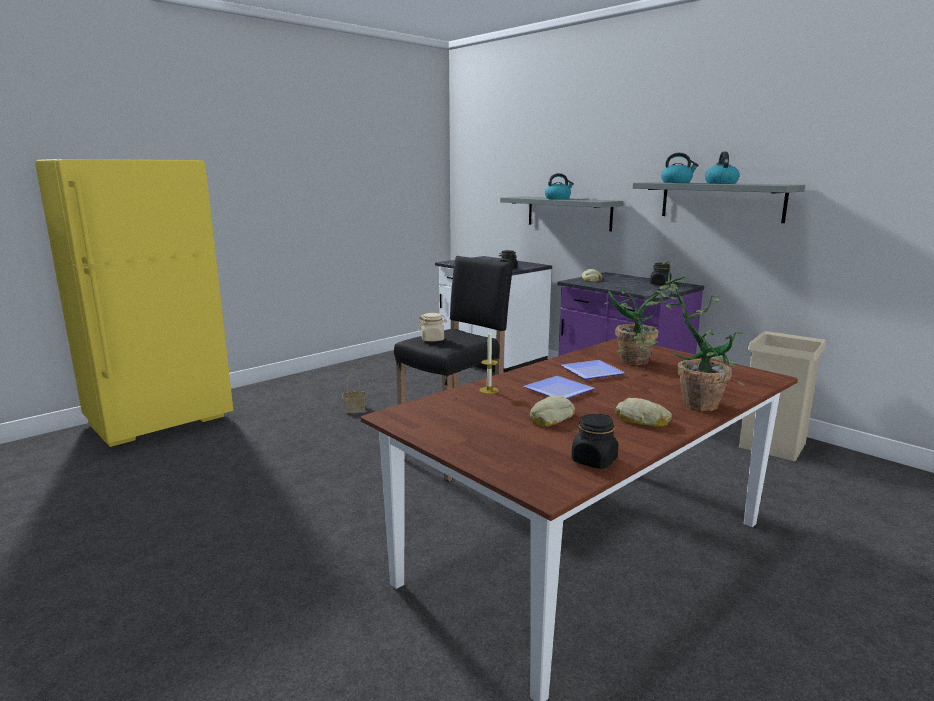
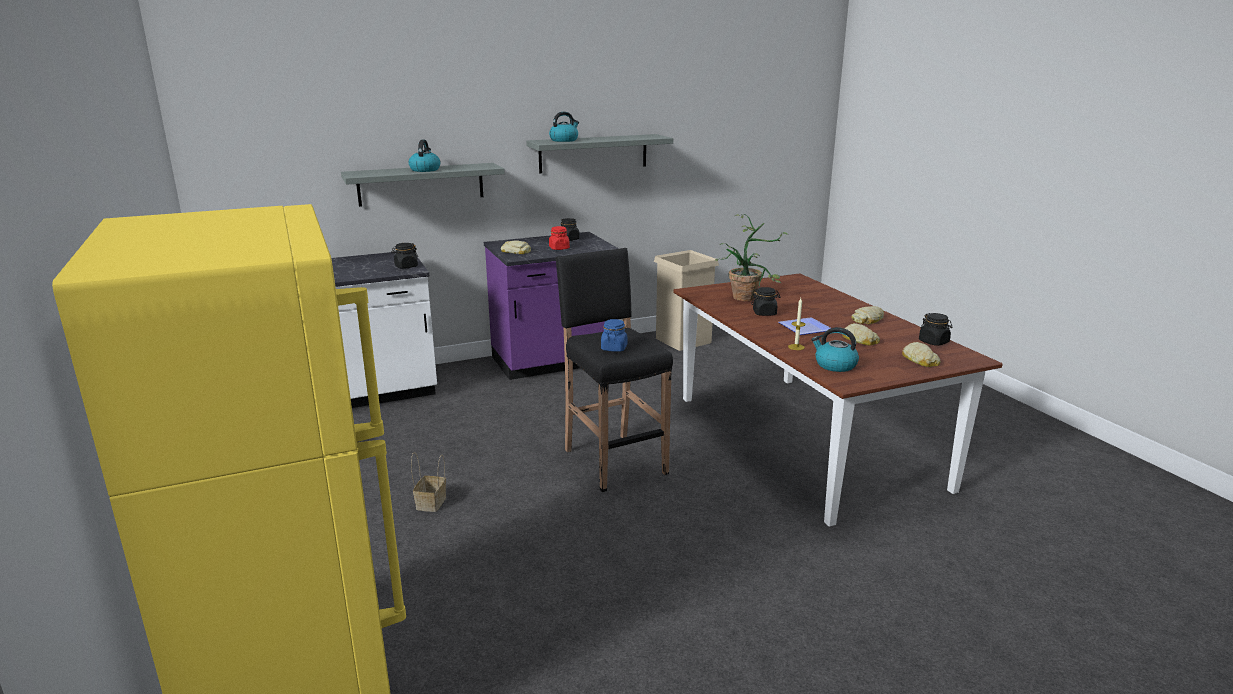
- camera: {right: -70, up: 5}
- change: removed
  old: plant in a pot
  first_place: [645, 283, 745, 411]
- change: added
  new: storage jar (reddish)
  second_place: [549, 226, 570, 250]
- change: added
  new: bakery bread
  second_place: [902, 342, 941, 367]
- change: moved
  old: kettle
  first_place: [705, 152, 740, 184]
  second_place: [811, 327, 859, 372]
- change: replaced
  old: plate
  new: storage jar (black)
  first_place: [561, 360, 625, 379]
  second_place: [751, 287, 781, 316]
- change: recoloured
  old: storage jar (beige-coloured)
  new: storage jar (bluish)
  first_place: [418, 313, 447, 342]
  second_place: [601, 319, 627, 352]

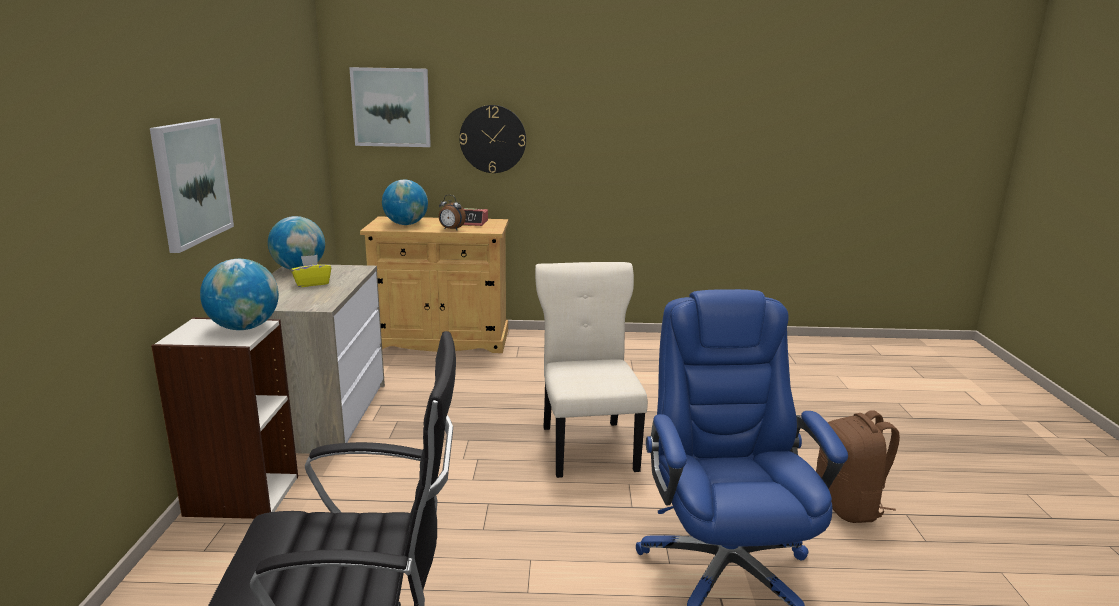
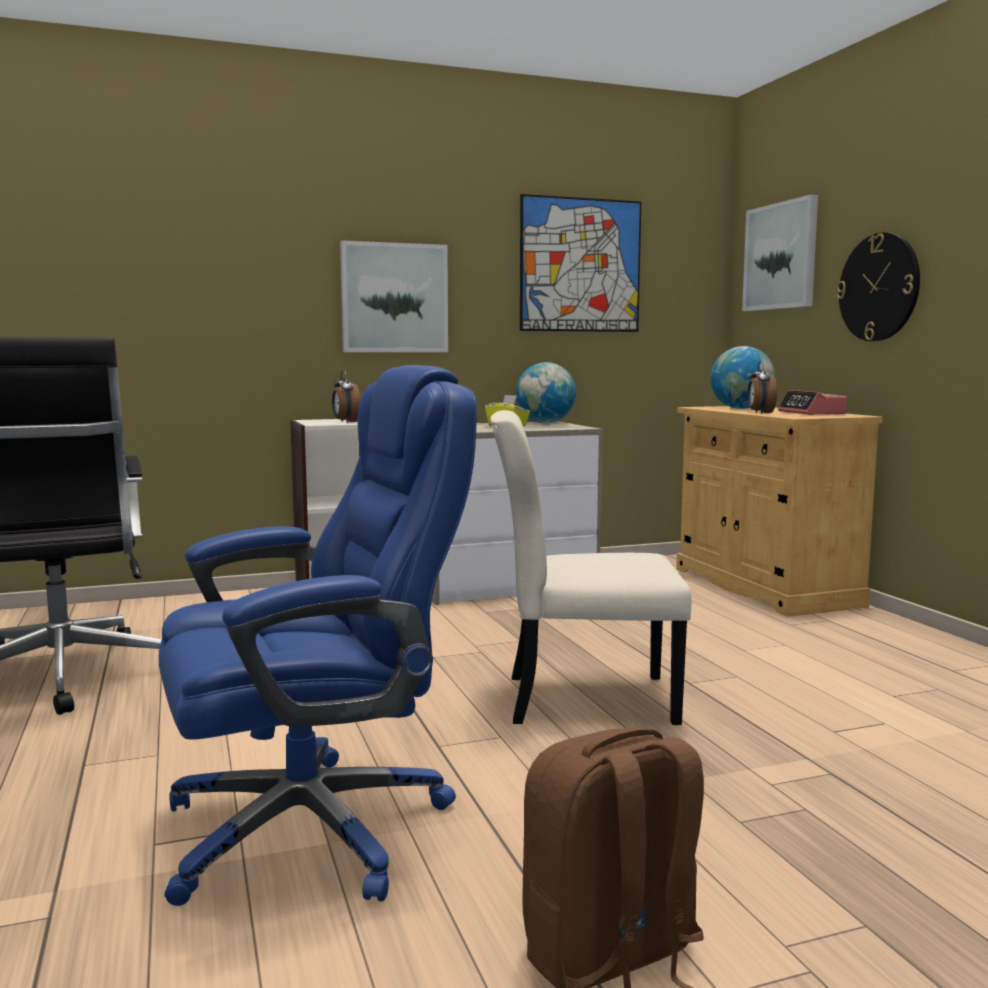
- camera: {right: 70, up: -10}
- change: added
  new: picture
  second_place: [520, 194, 641, 332]
- change: replaced
  old: desk globe
  new: table clock
  first_place: [200, 259, 279, 330]
  second_place: [332, 370, 361, 423]
- change: turned
  old: upright chair (beige-coloured)
  first_place: [535, 262, 648, 478]
  second_place: [490, 410, 691, 725]
  degrees: -150

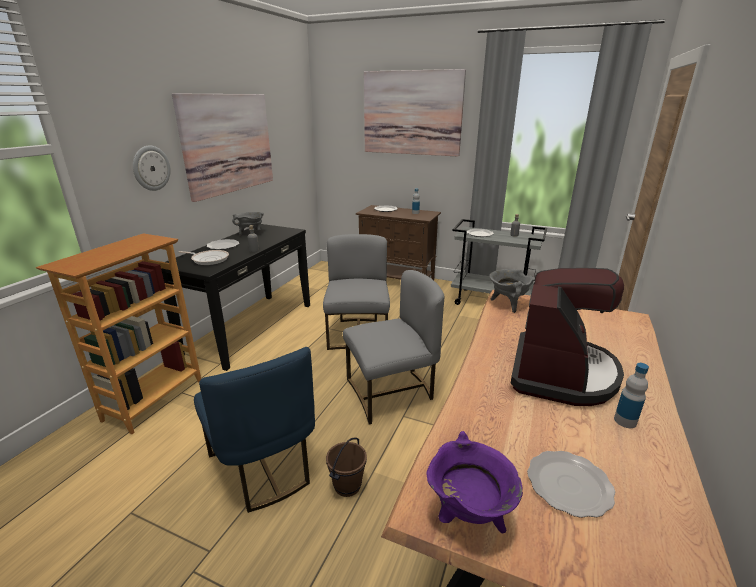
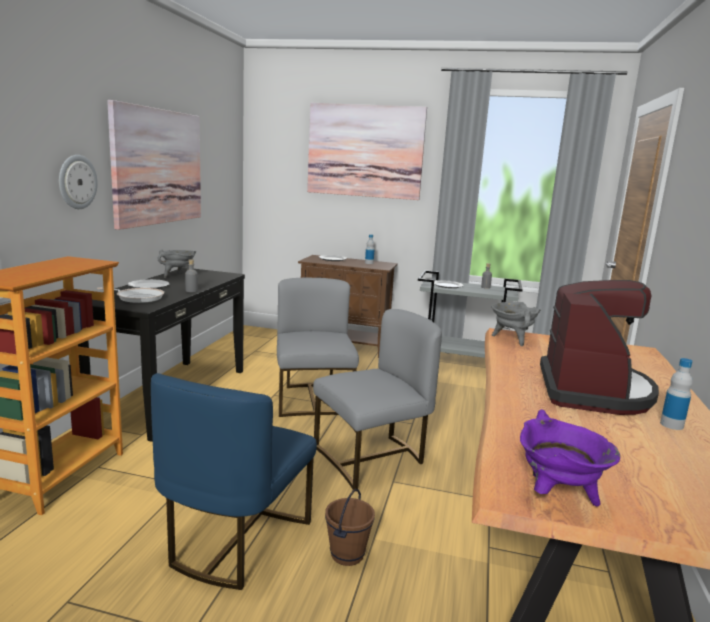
- camera: {right: -10, up: -10}
- change: removed
  old: plate
  first_place: [527, 451, 615, 518]
- change: turned
  old: upright chair (bluish)
  first_place: [194, 347, 315, 513]
  second_place: [151, 373, 317, 590]
  degrees: 60

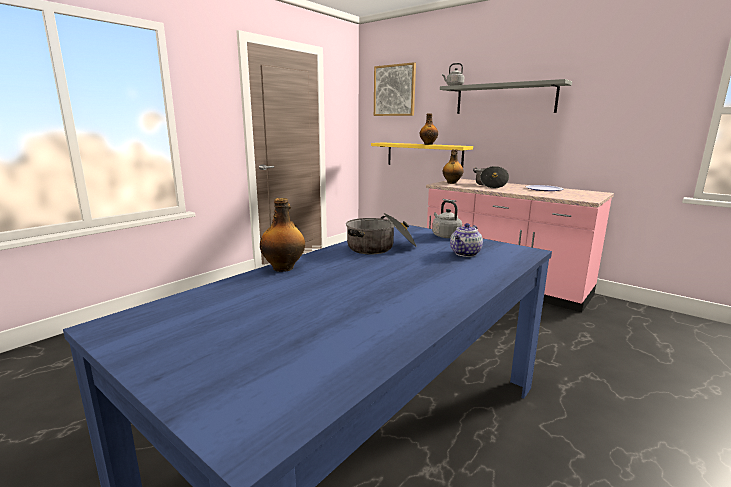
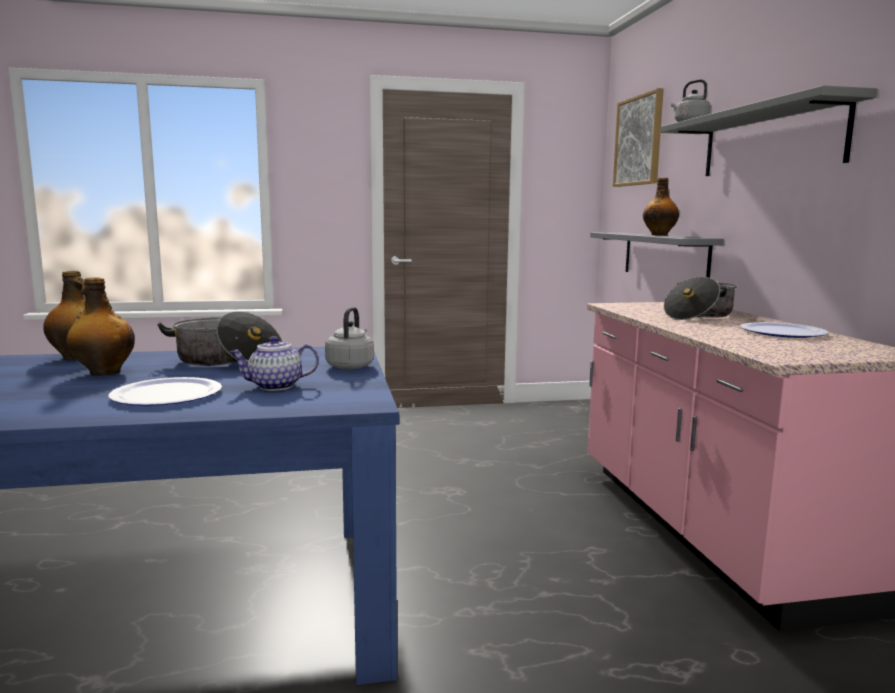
- camera: {right: 40, up: -5}
- change: added
  new: plate
  second_place: [108, 377, 222, 406]
- change: moved
  old: drink bottle
  first_place: [443, 149, 463, 184]
  second_place: [66, 277, 135, 376]
- change: recoloured
  old: shelf (yellow-coloured)
  new: shelf (grey)
  first_place: [371, 143, 473, 167]
  second_place: [590, 232, 724, 278]

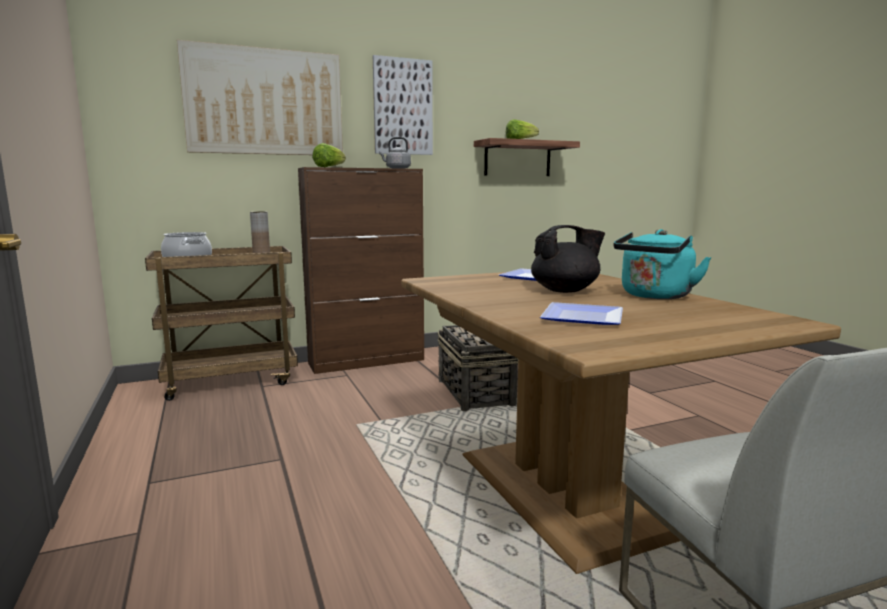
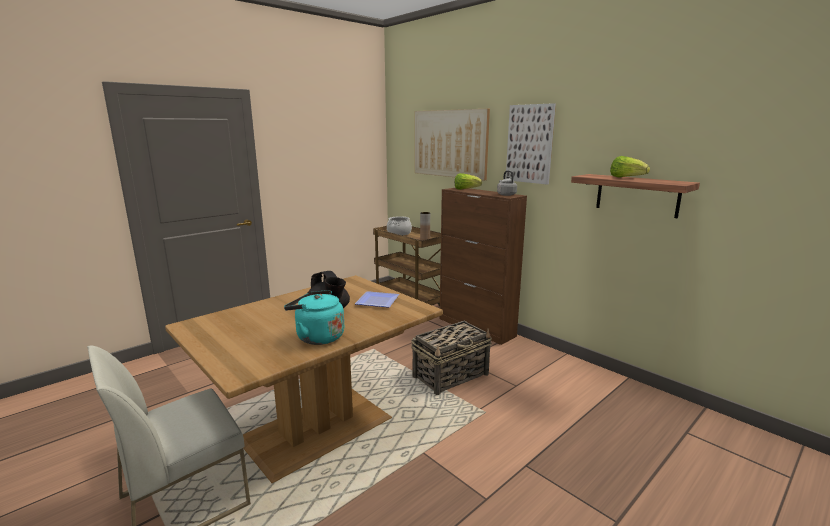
- camera: {right: 70, up: 5}
- change: removed
  old: plate
  first_place: [540, 302, 623, 325]

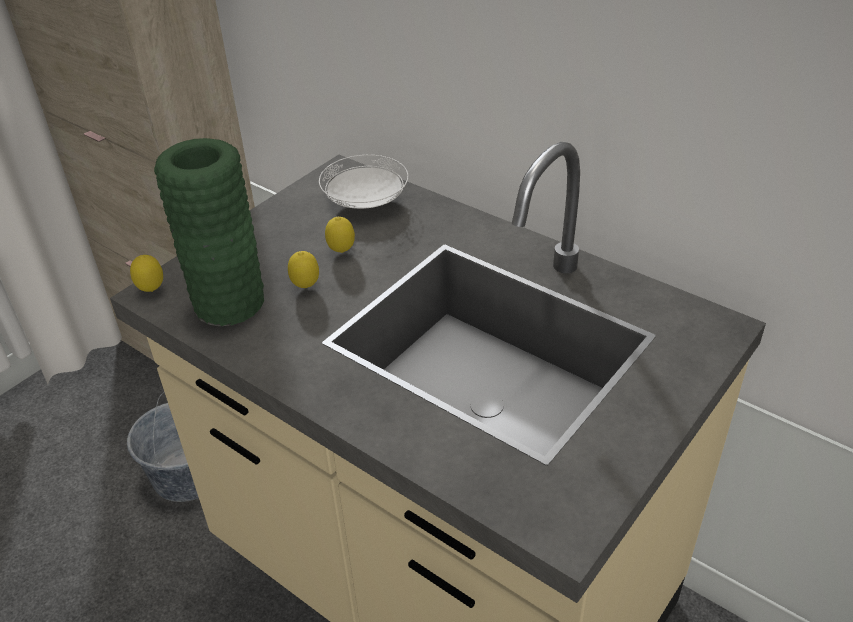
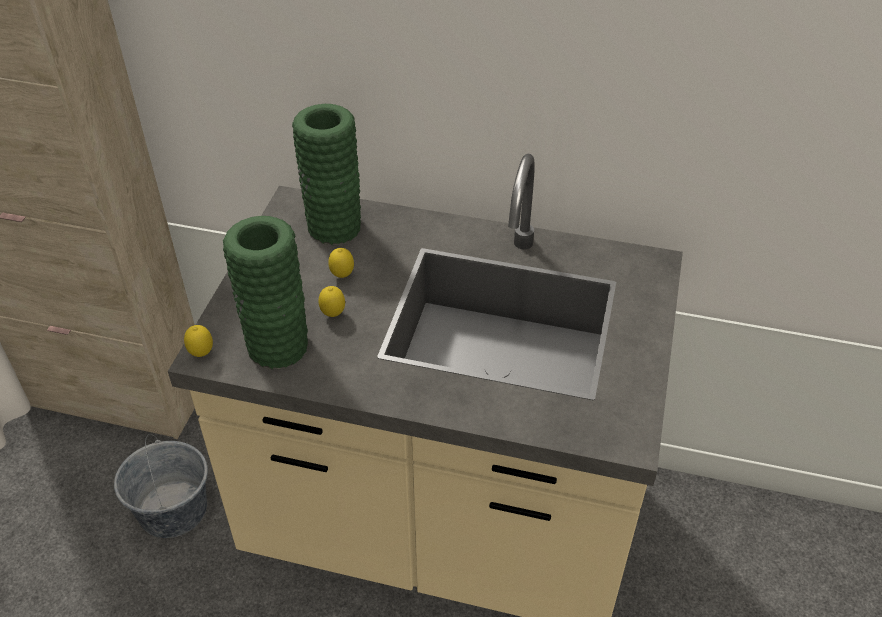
- camera: {right: -25, up: 5}
- change: replaced
  old: plate (white-coloured)
  new: decorative vase (green)
  first_place: [319, 155, 408, 209]
  second_place: [292, 104, 361, 245]

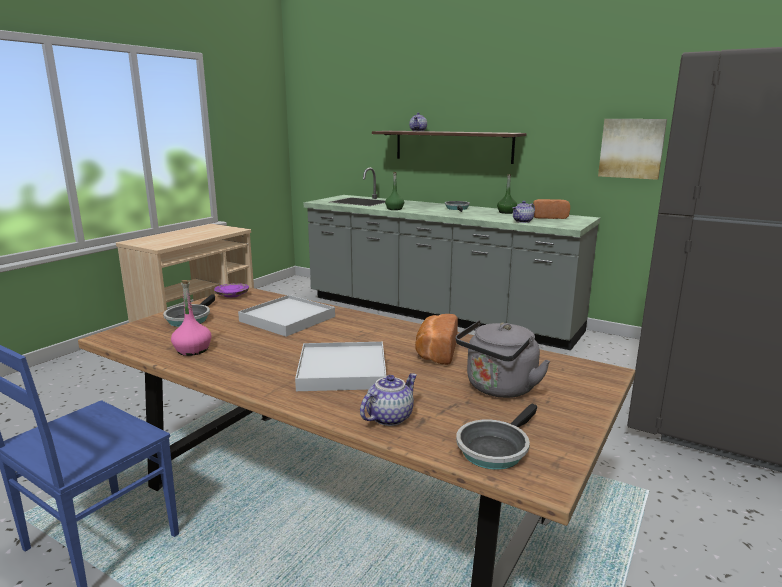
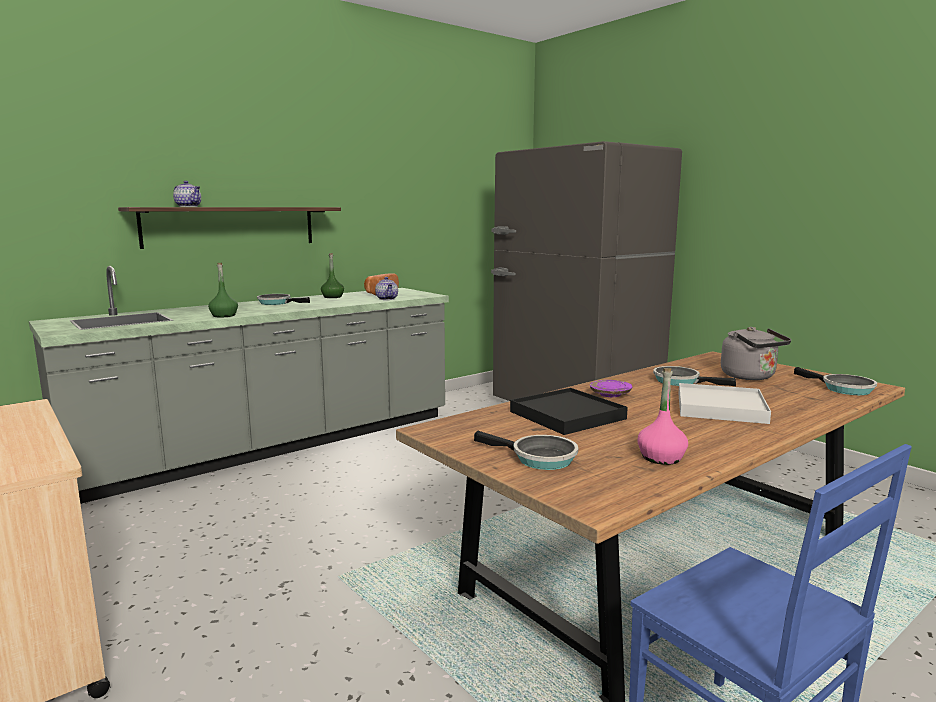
- camera: {right: -70, up: -5}
- change: removed
  old: tea pot
  first_place: [360, 373, 417, 426]
- change: removed
  old: picture
  first_place: [598, 119, 667, 180]
- change: moved
  old: plate (purple-coloured)
  first_place: [214, 283, 249, 298]
  second_place: [590, 380, 632, 397]
- change: replaced
  old: bakery bread
  new: skillet
  first_place: [415, 314, 458, 365]
  second_place: [653, 366, 736, 386]
- change: recoloured
  old: serving tray (white-coloured)
  new: serving tray (black)
  first_place: [238, 295, 335, 337]
  second_place: [510, 388, 628, 435]

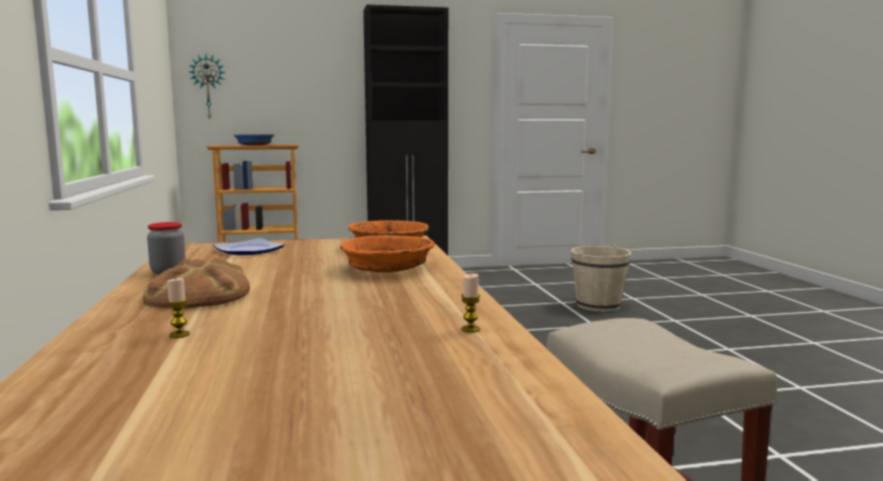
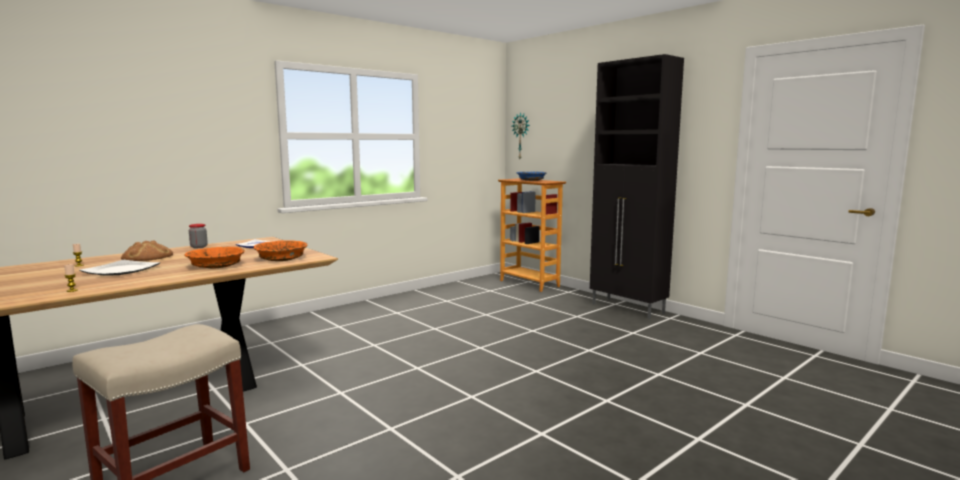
- camera: {right: 60, up: 0}
- change: removed
  old: water bucket (beige-coloured)
  first_place: [571, 245, 631, 312]
- change: added
  new: plate
  second_place: [79, 260, 160, 276]

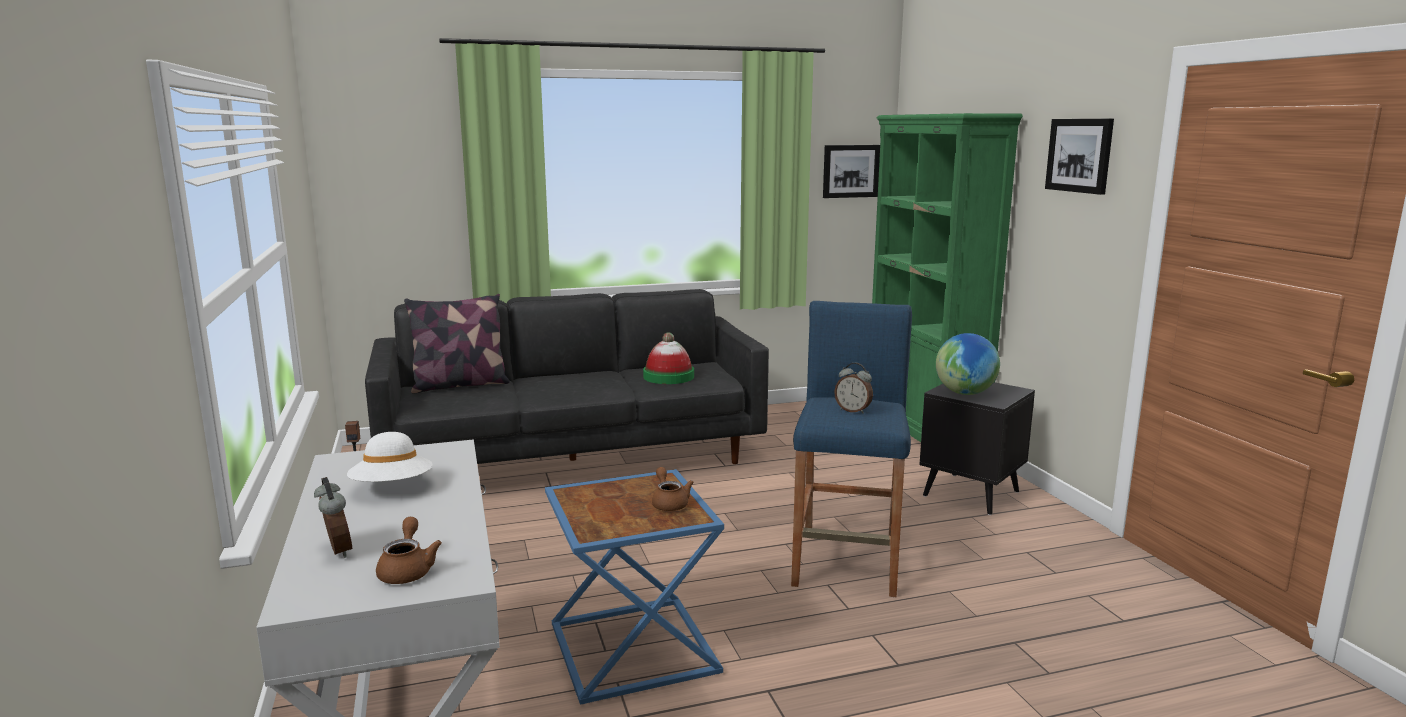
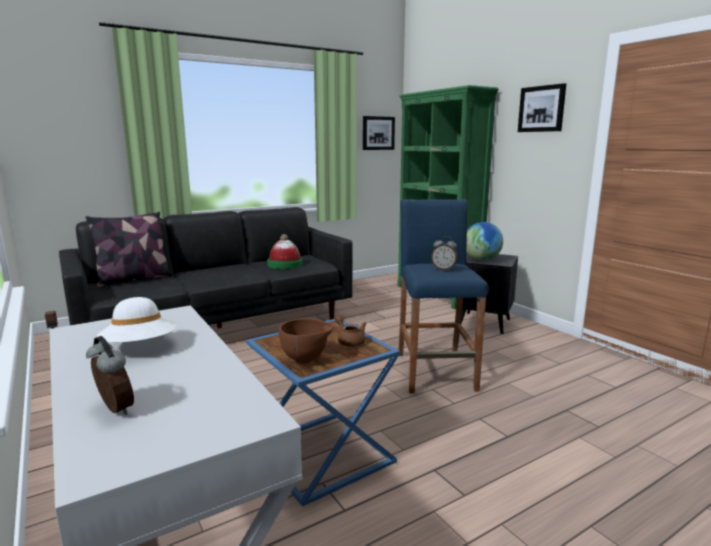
- camera: {right: -15, up: 0}
- change: removed
  old: tea pot (brownish)
  first_place: [376, 517, 442, 584]
- change: added
  new: serving bowl (brownish)
  second_place: [279, 318, 333, 364]

